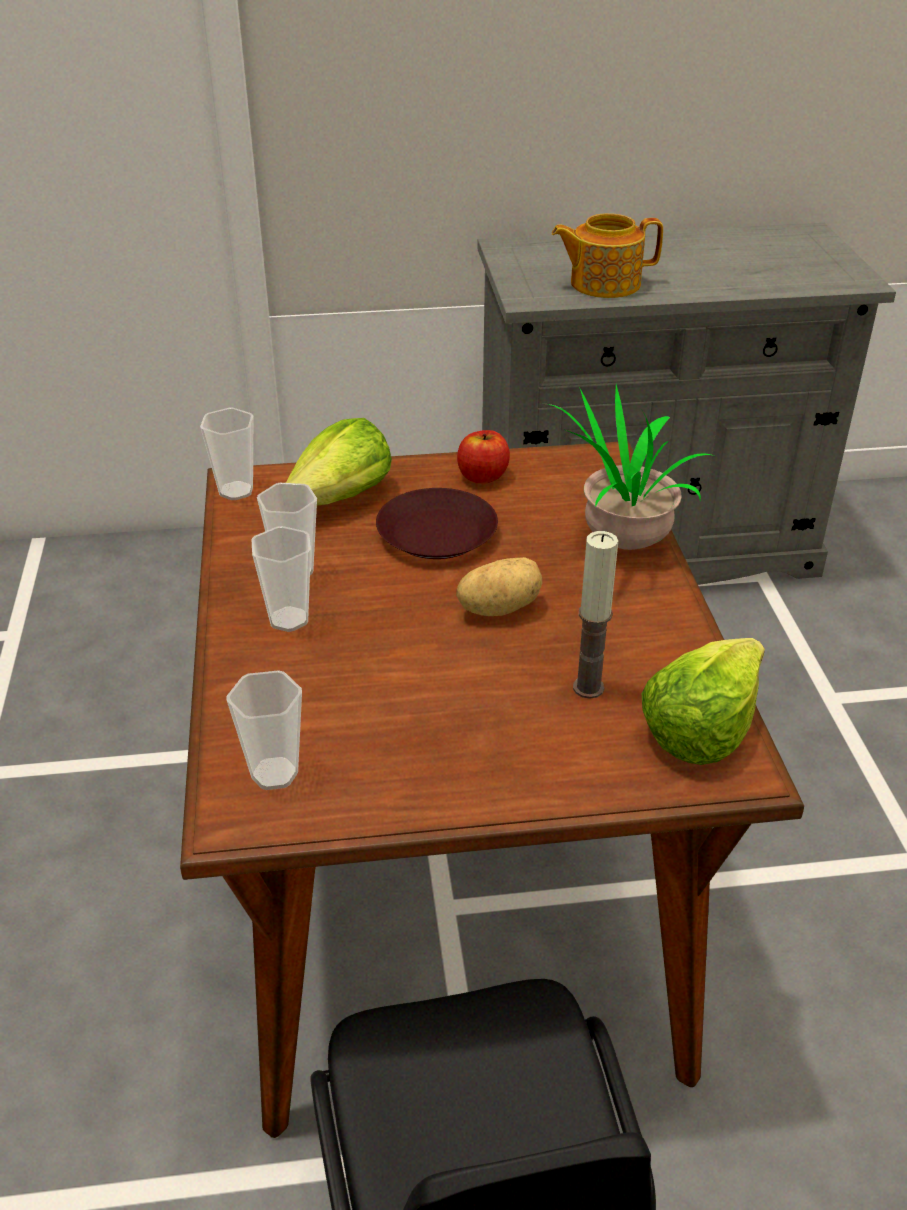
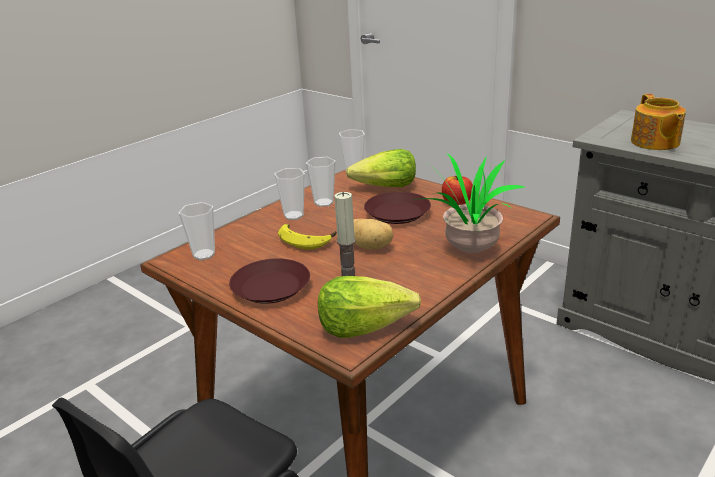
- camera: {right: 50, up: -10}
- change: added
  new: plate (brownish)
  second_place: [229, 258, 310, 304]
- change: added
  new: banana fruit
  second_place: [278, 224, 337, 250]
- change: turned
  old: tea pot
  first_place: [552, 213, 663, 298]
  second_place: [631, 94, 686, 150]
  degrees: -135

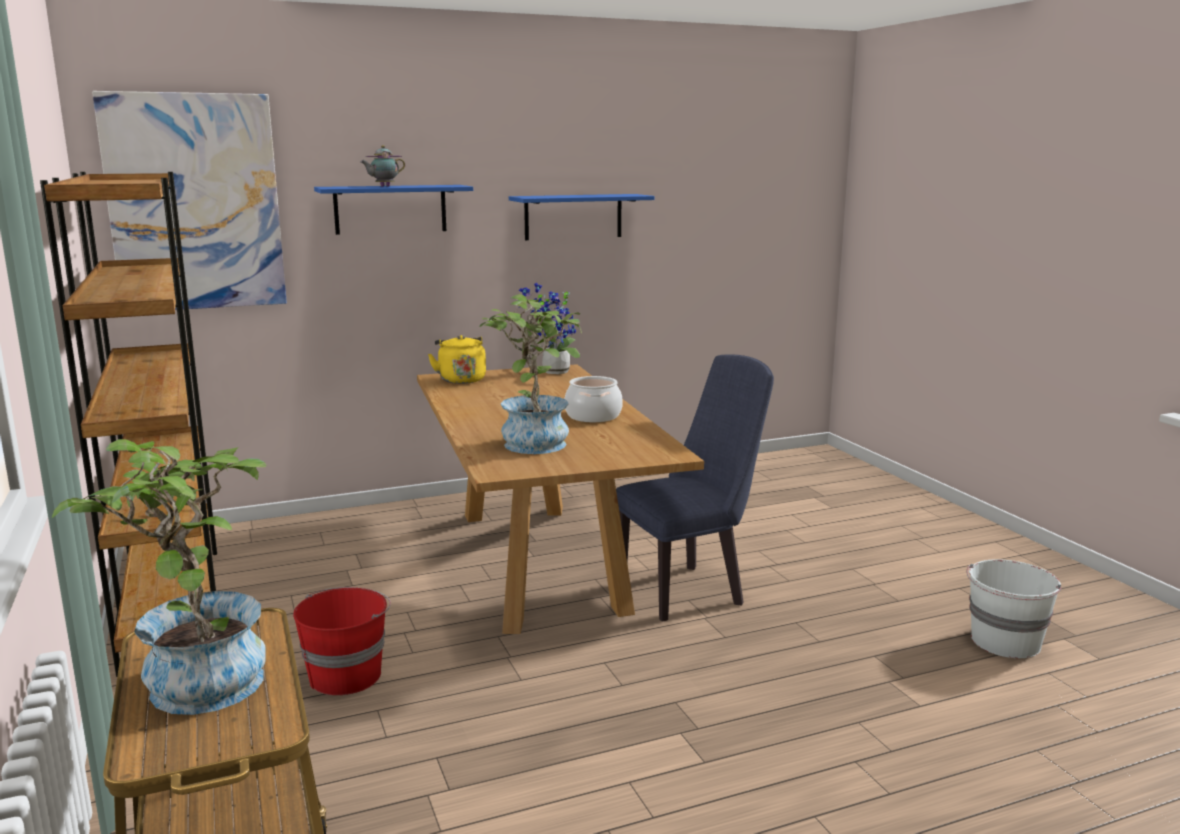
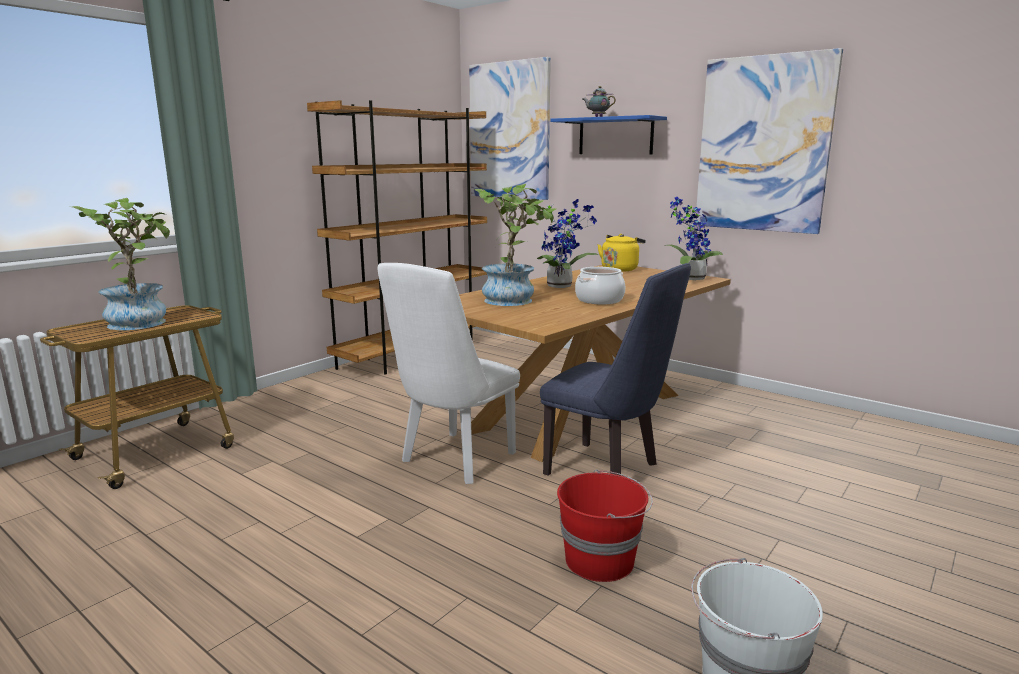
- camera: {right: 60, up: 0}
- change: added
  new: upright chair (white-coloured)
  second_place: [377, 263, 520, 484]
- change: added
  new: plant in a pot
  second_place: [537, 199, 598, 288]
- change: moved
  old: water bucket (reddish)
  first_place: [293, 587, 391, 695]
  second_place: [557, 470, 653, 582]
- change: replaced
  old: shelf (bluish)
  new: picture
  first_place: [509, 194, 654, 240]
  second_place: [695, 48, 843, 234]

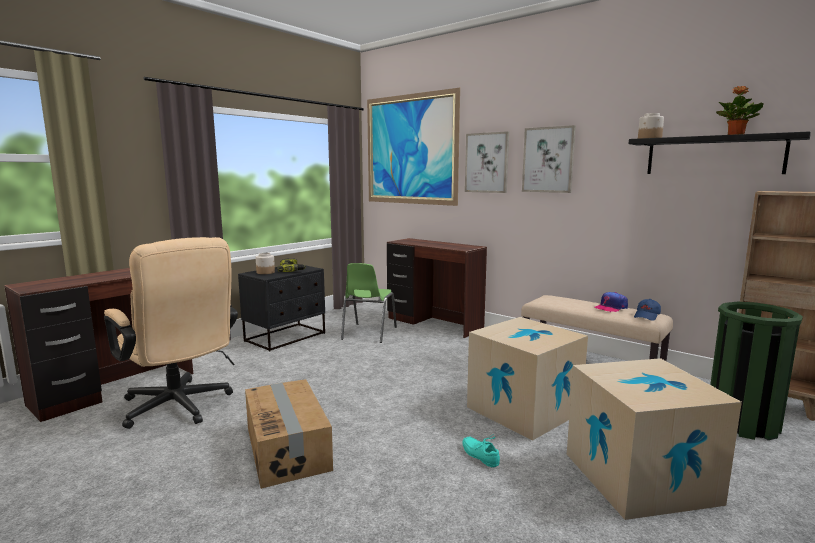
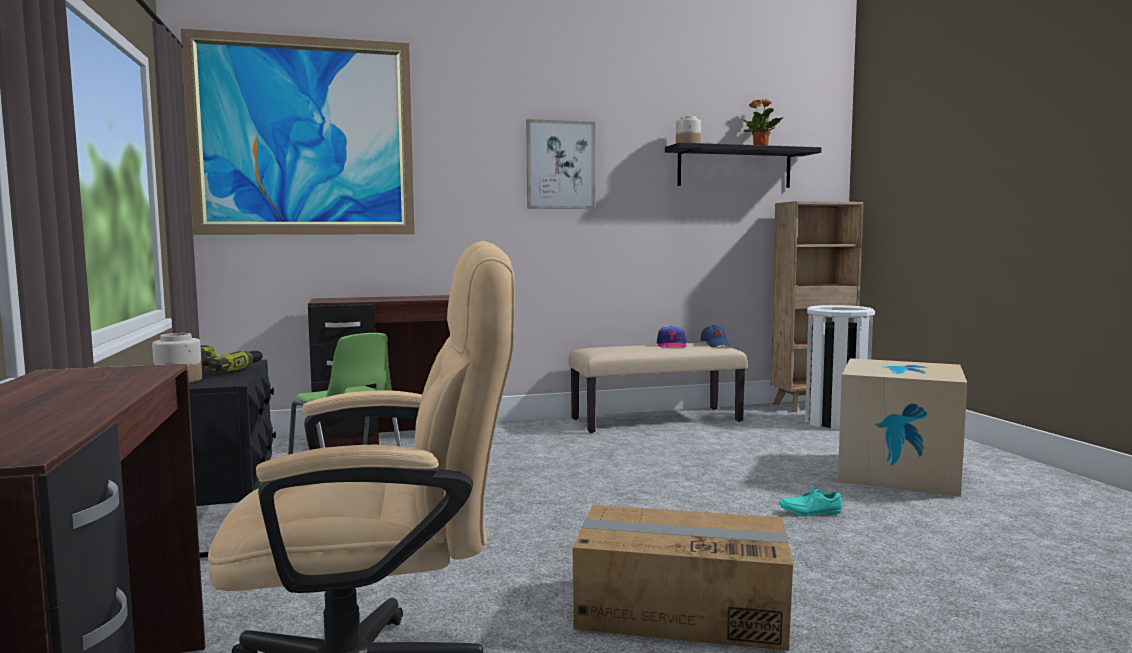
- camera: {right: -55, up: -5}
- change: removed
  old: picture
  first_place: [465, 131, 509, 193]
- change: removed
  old: cardboard box
  first_place: [467, 317, 588, 440]
- change: recoloured
  old: waste bin (green)
  new: waste bin (white-coloured)
  first_place: [710, 302, 803, 440]
  second_place: [805, 305, 875, 430]

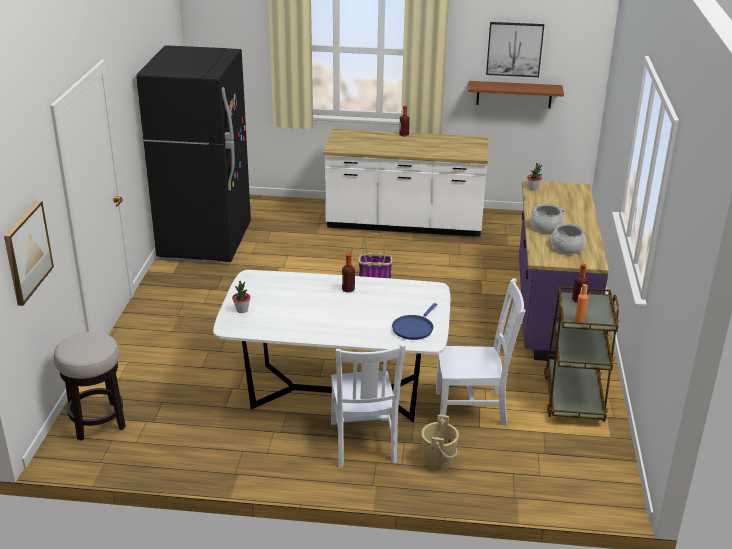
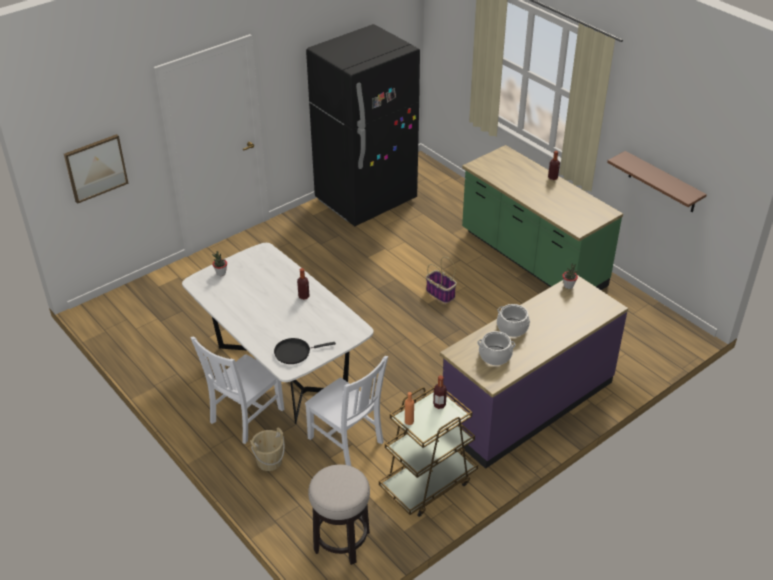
- camera: {right: 45, up: 10}
- change: removed
  old: picture
  first_place: [486, 22, 544, 77]
- change: moved
  old: stool
  first_place: [54, 332, 126, 441]
  second_place: [308, 464, 370, 565]
- change: recoloured
  old: counter (white-coloured)
  new: counter (green)
  first_place: [323, 129, 488, 237]
  second_place: [462, 145, 623, 290]
- change: recoloured
  old: skillet (bluish)
  new: skillet (black)
  first_place: [392, 303, 437, 340]
  second_place: [274, 338, 336, 364]

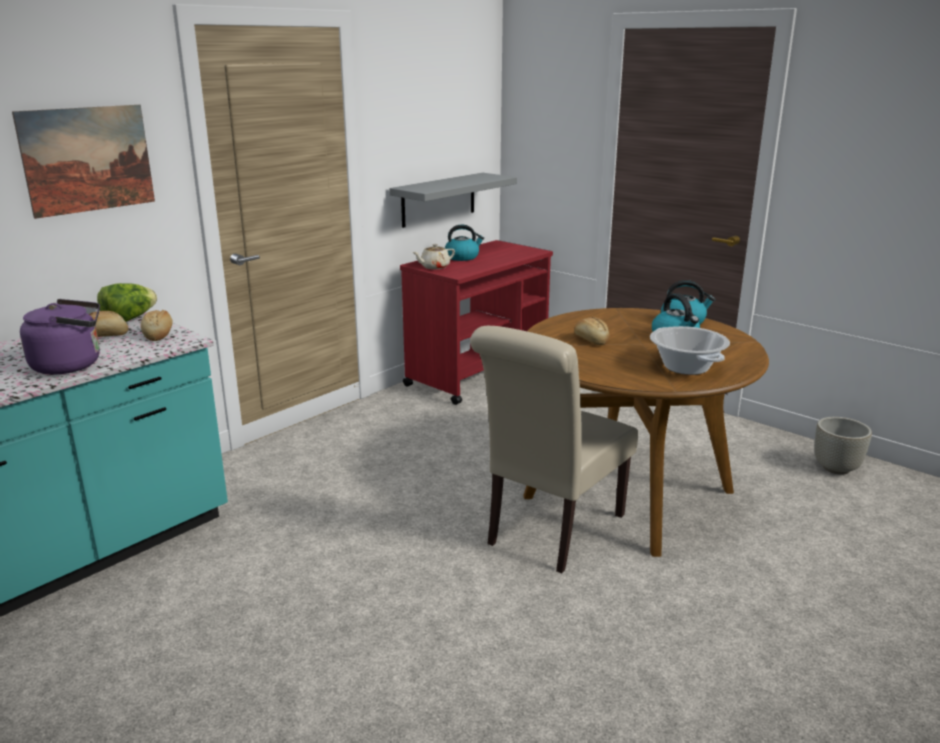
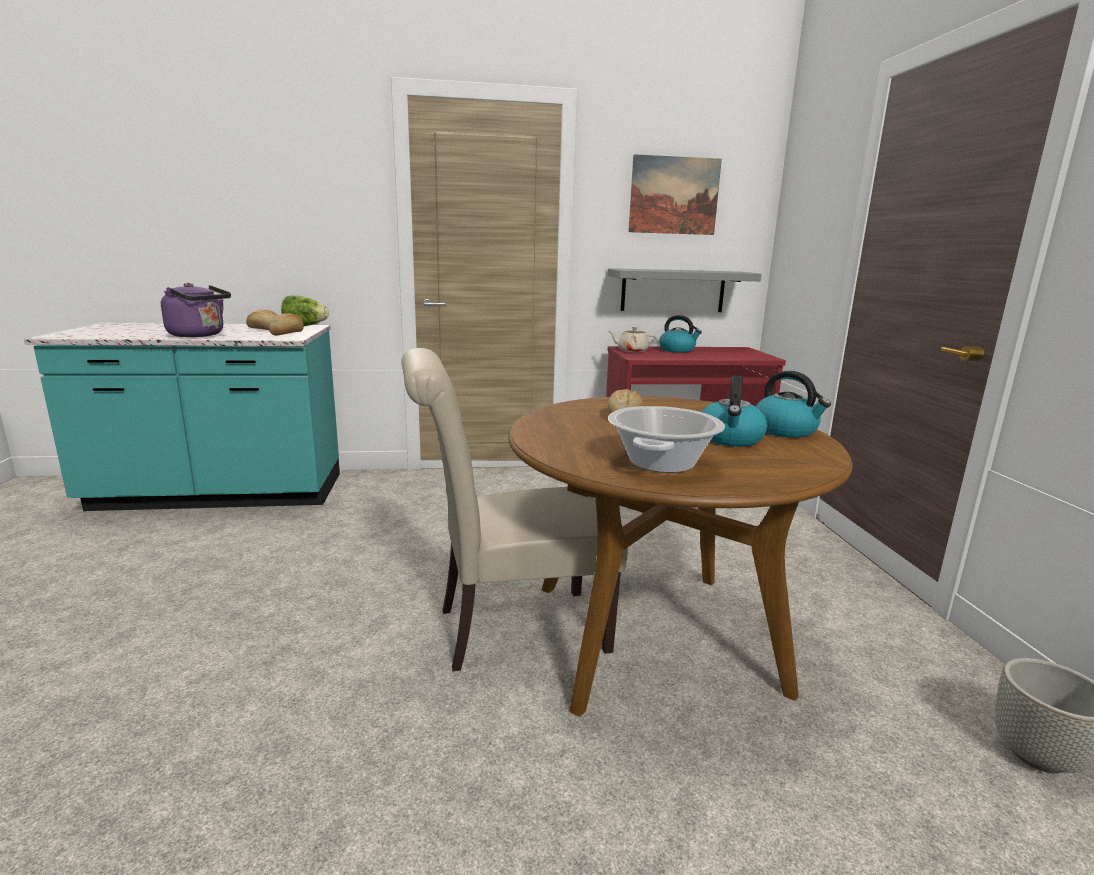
- camera: {right: 40, up: -5}
- change: moved
  old: picture
  first_place: [12, 105, 155, 219]
  second_place: [628, 154, 722, 235]

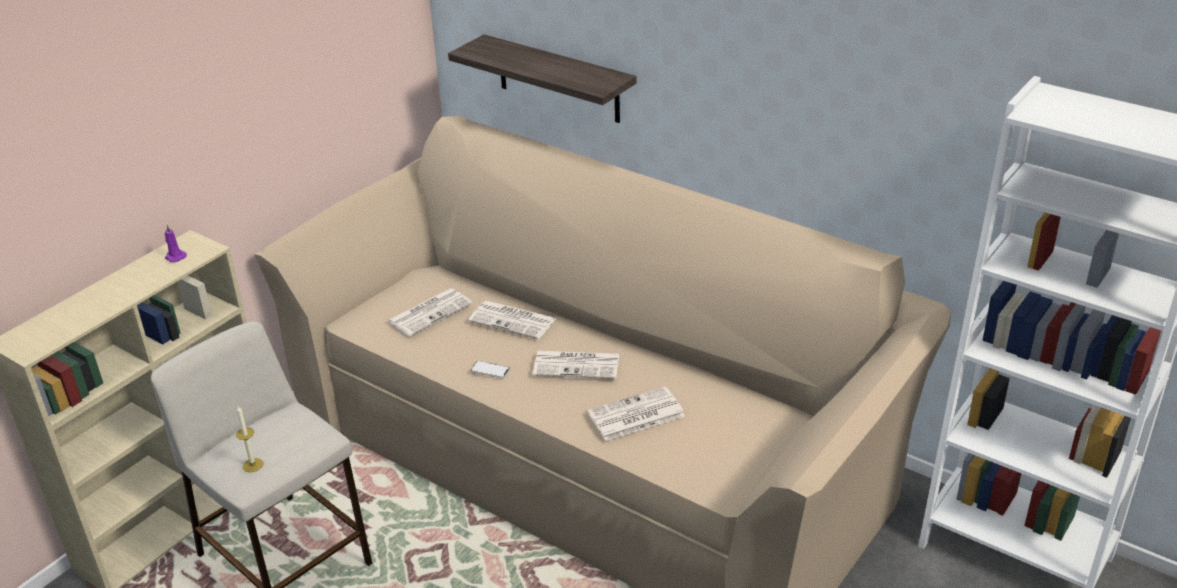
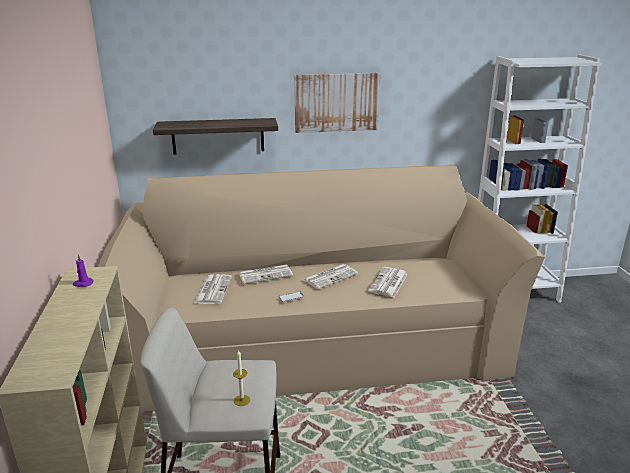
- camera: {right: -45, up: -10}
- change: added
  new: picture
  second_place: [294, 73, 381, 133]

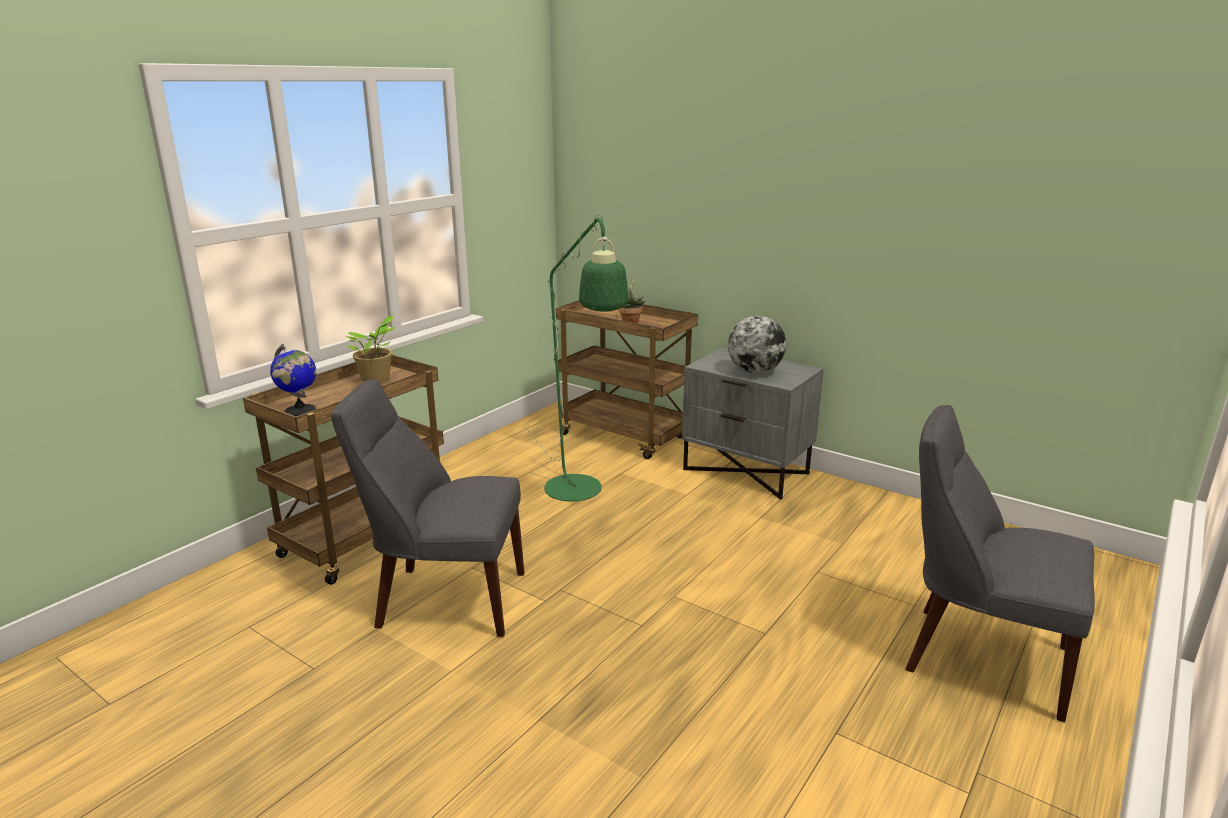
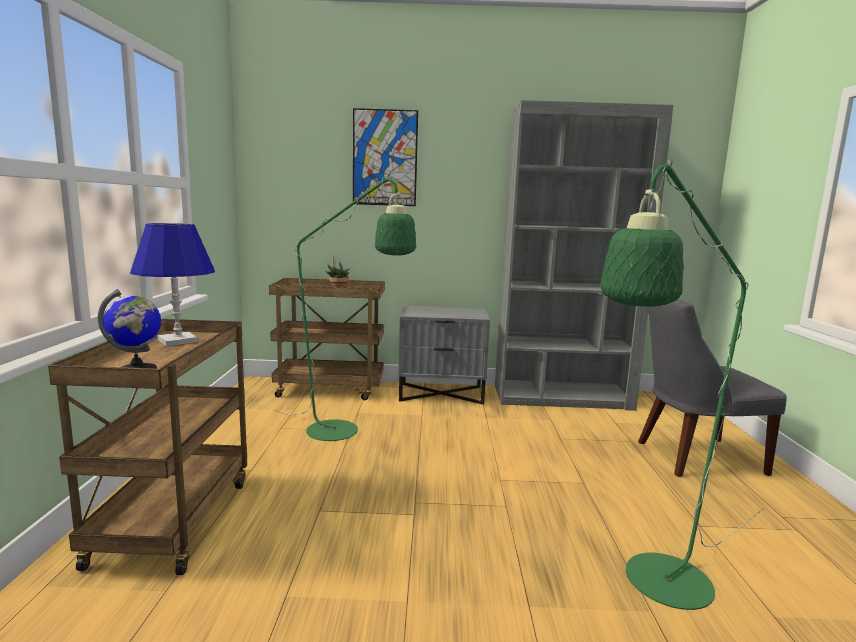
- camera: {right: -35, up: -10}
- change: removed
  old: upright chair (grey)
  first_place: [331, 379, 525, 637]
- change: removed
  old: desk globe
  first_place: [728, 316, 786, 374]
- change: added
  new: picture
  second_place: [353, 108, 418, 206]
- change: added
  new: bookcase (grey)
  second_place: [495, 100, 673, 411]
- change: added
  new: floor lamp (green)
  second_place: [600, 160, 764, 610]
- change: replaced
  old: plant in a pot
  new: tabletop lamp (bluish)
  first_place: [346, 316, 395, 383]
  second_place: [130, 223, 215, 346]

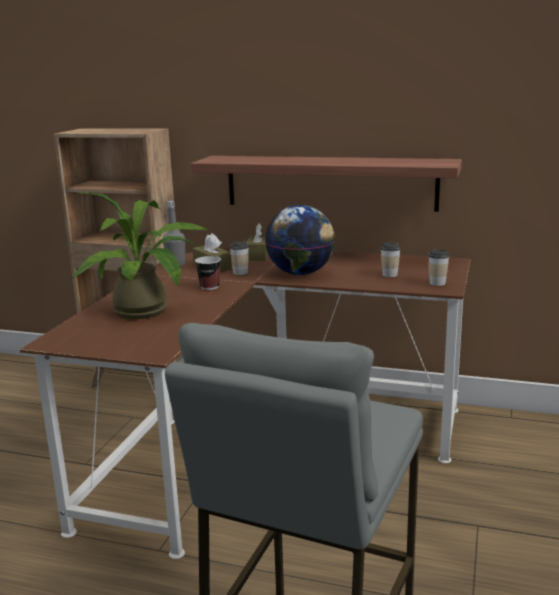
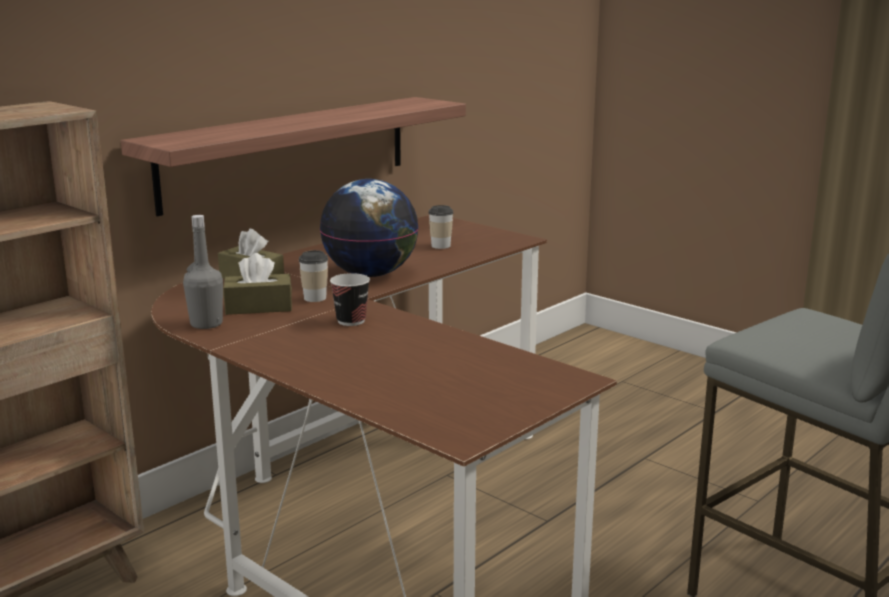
- camera: {right: -65, up: 0}
- change: removed
  old: plant in a pot
  first_place: [70, 192, 209, 319]
- change: removed
  old: small cup
  first_place: [428, 249, 449, 286]

